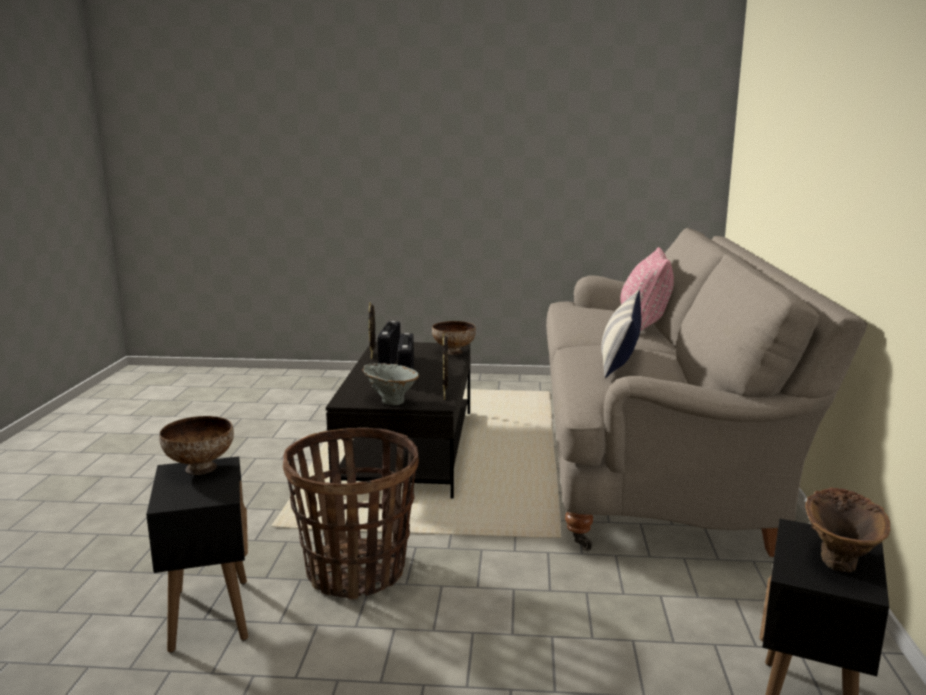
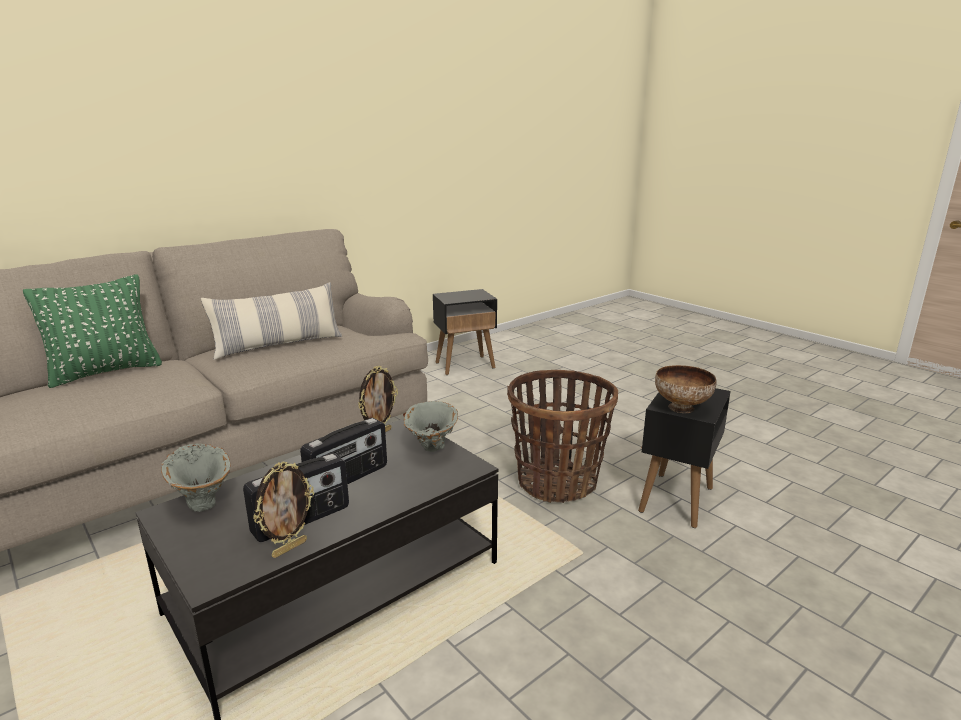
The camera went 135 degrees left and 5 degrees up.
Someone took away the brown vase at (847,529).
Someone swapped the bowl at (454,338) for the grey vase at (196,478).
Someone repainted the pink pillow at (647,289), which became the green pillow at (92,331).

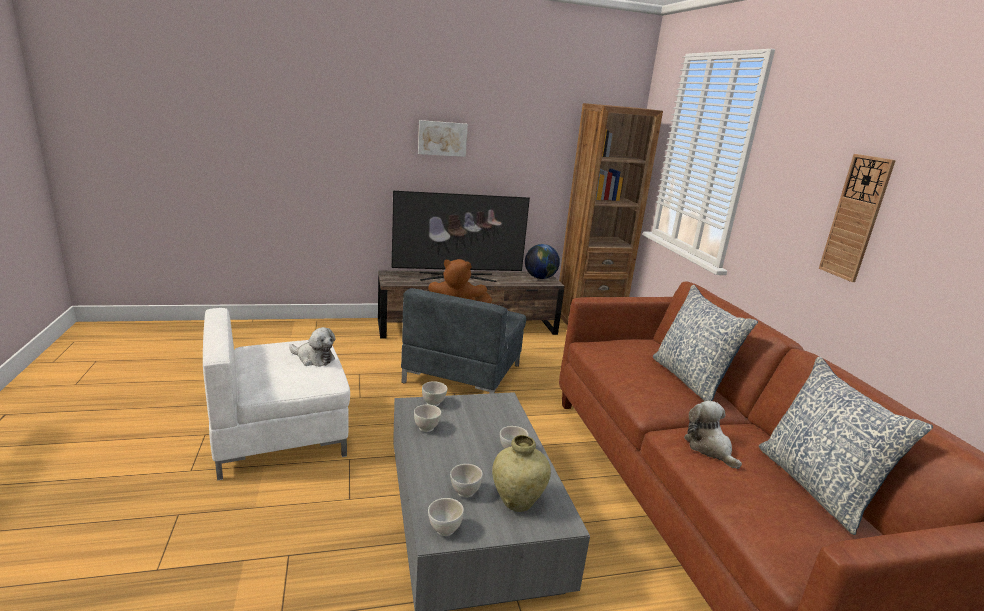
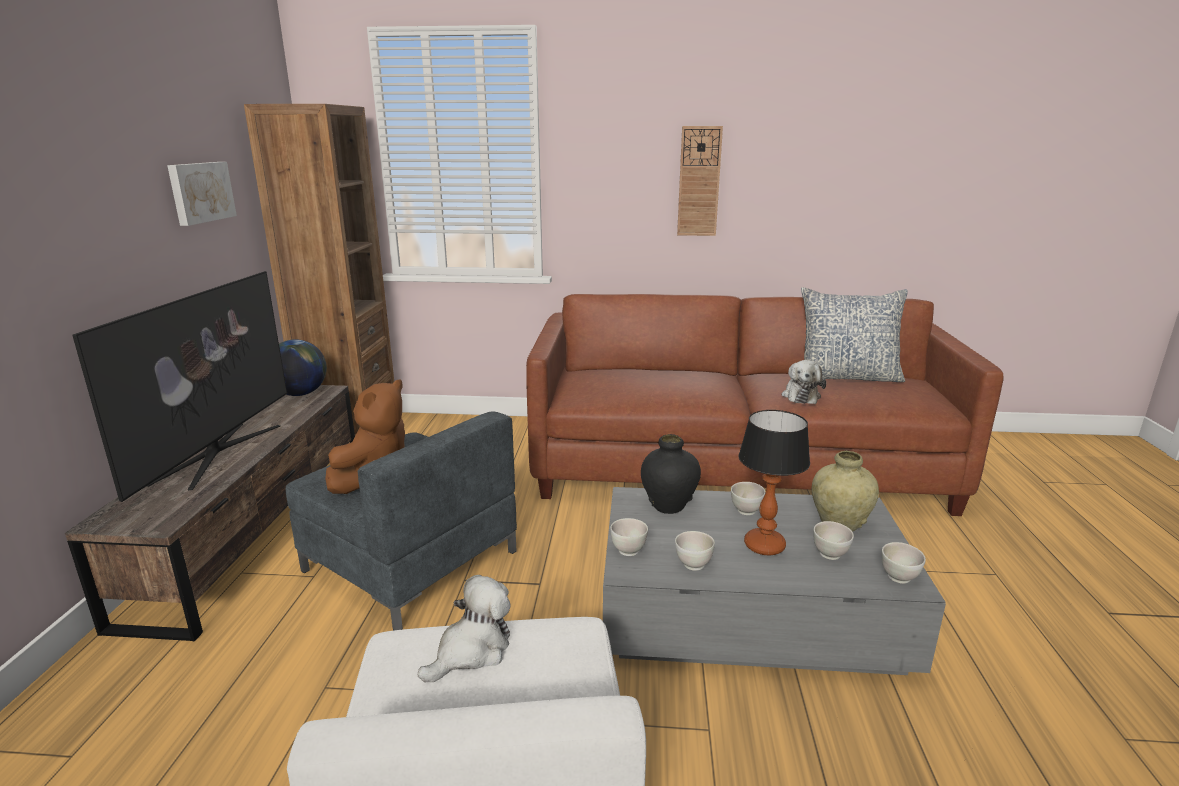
The camera went 70 degrees left and 0 degrees up.
Someone took away the pillow at (705,343).
Someone put down the black vase at (671,474).
Someone put down the table lamp at (774,483).
Someone carried the picture from (443,138) to (202,194).
Someone rotated the plush toy at (713,435) by 75 degrees counterclockwise.

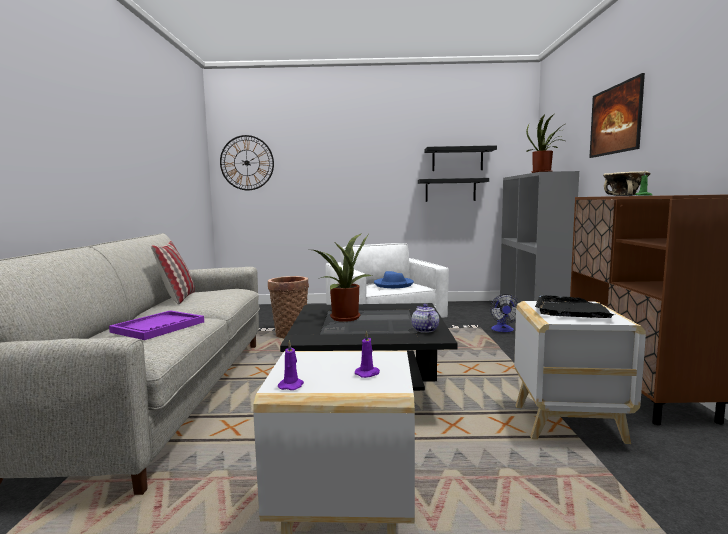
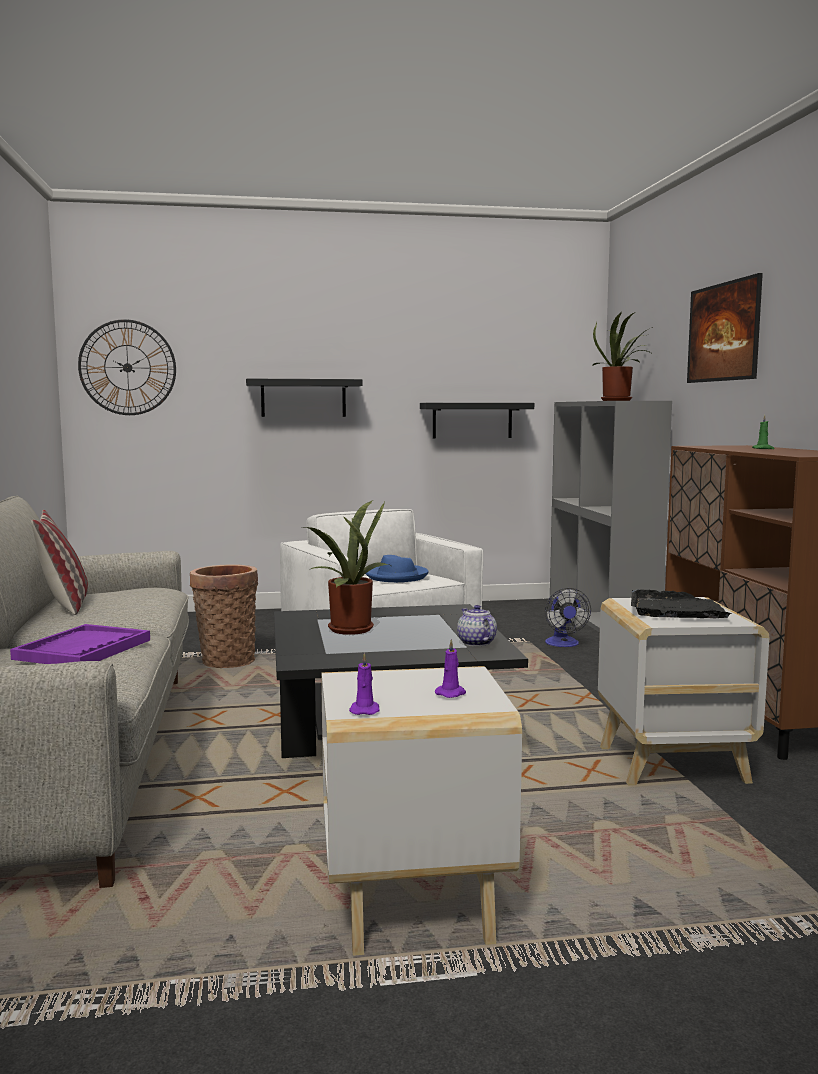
The camera went 10 degrees left and 0 degrees up.
Someone took away the beige bowl at (627,183).
Someone carried the black shelf from (460,158) to (304,398).

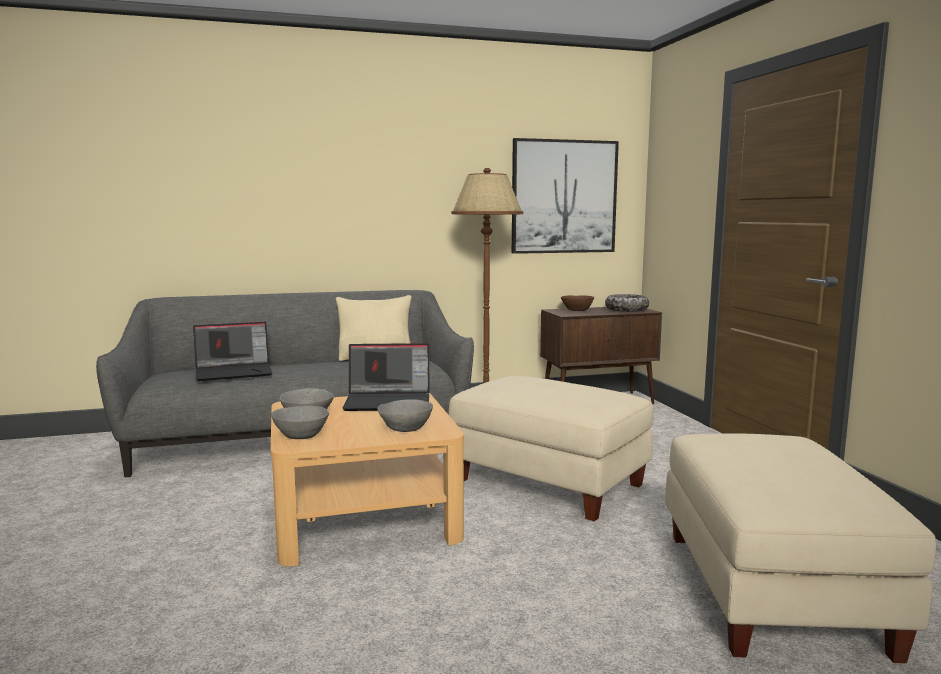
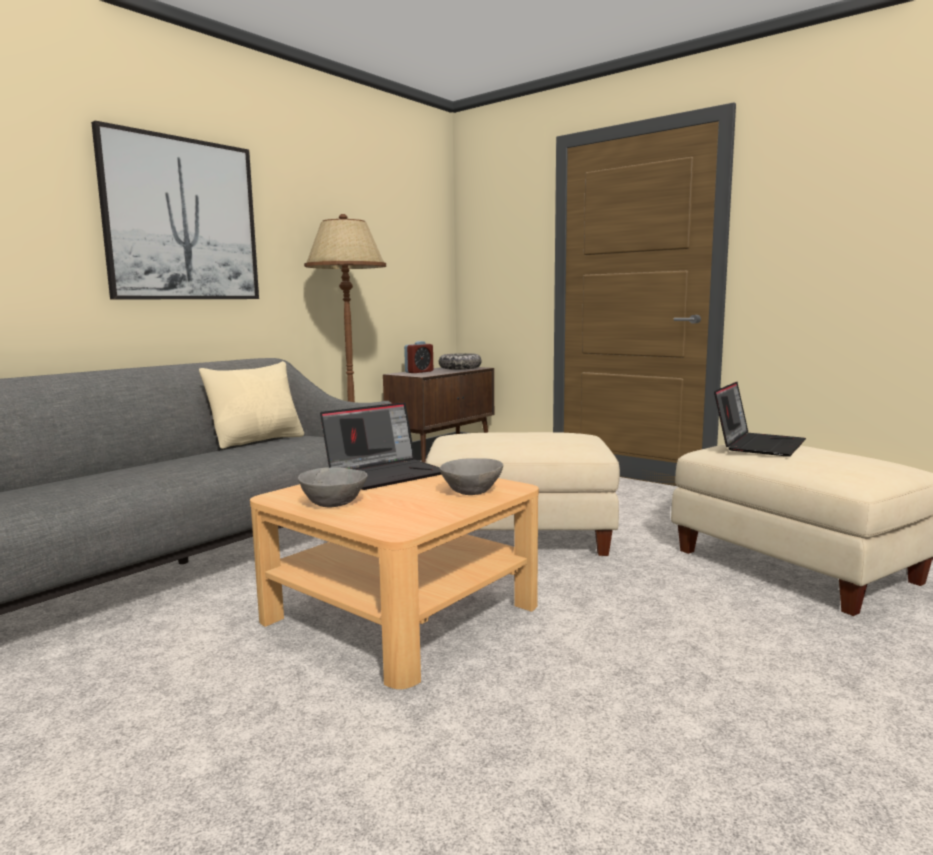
The camera went 35 degrees left and 0 degrees up.
Someone took away the grey bowl at (300,422).
Someone carried the laptop from (232,351) to (760,419).
Someone carried the picture from (565,196) to (175,210).
Someone swapped the brown bowl at (577,303) for the alarm clock at (418,357).

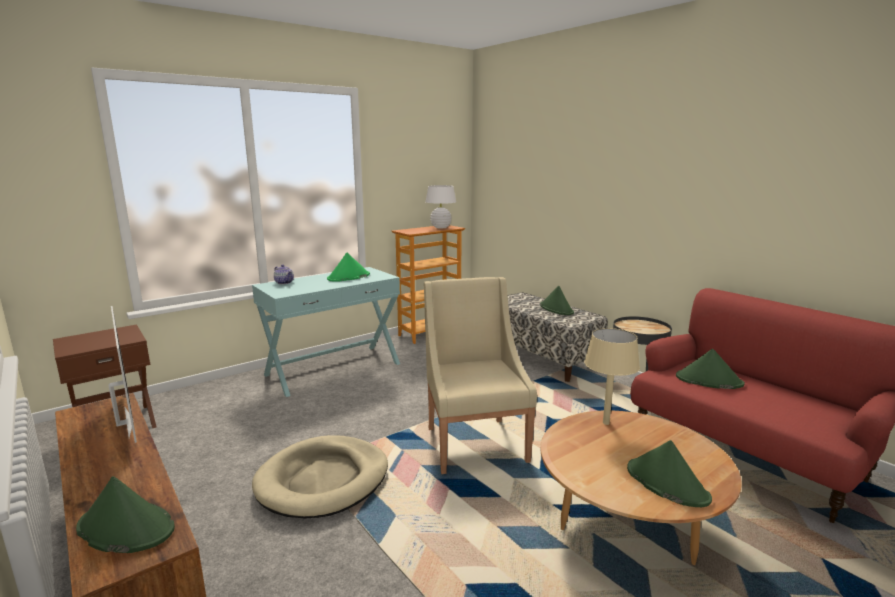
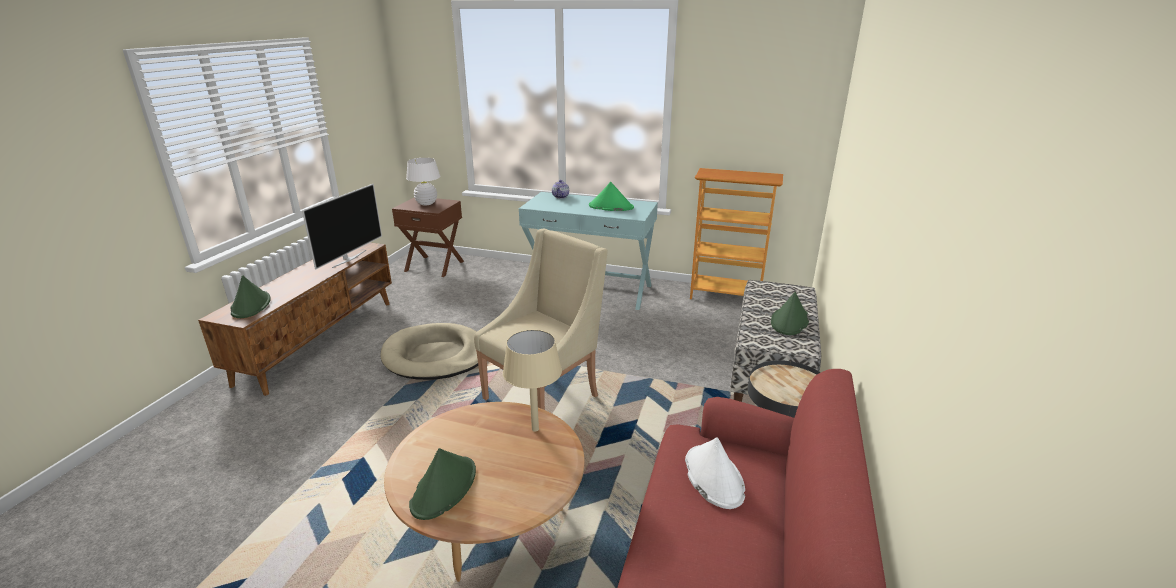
The camera went 55 degrees right and 10 degrees up.
Someone carried the white table lamp from (440,207) to (423,181).
Someone repainted the green hat at (710,369), which became the white hat at (715,473).

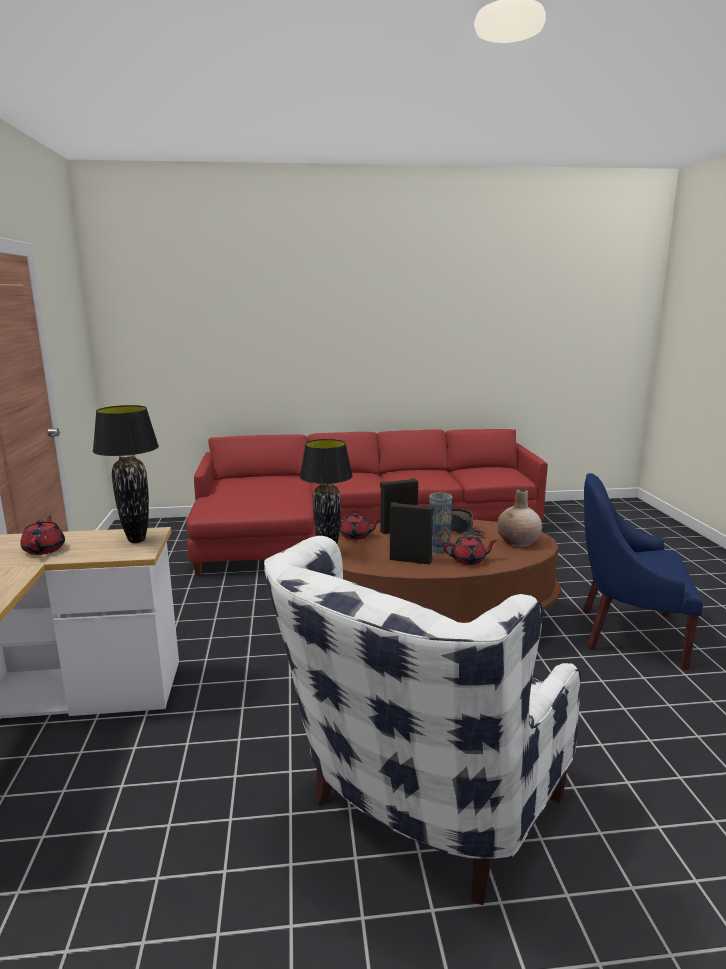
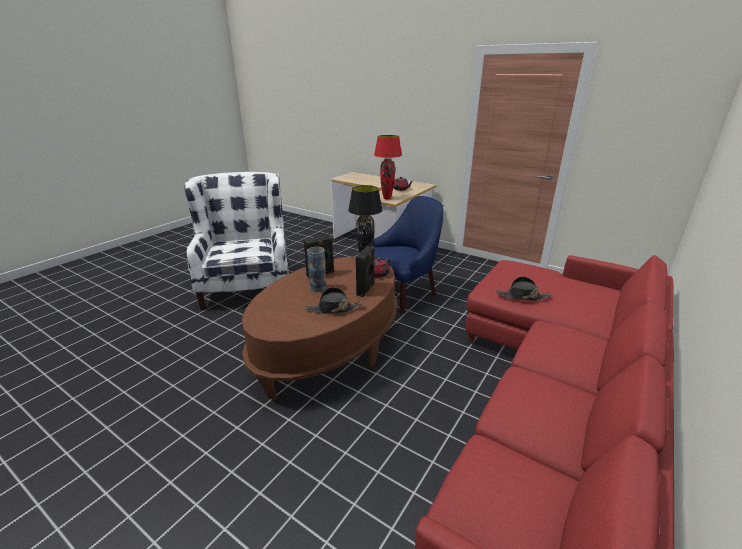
The camera went 130 degrees right and 10 degrees up.
Someone took away the red teapot at (471,550).
Someone took away the beige vase at (519,518).
Someone put down the black hat at (524,288).
Someone carried the blue armchair from (643,571) to (408,254).
Someone repainted the black table lamp at (126,474), which became the red table lamp at (388,167).

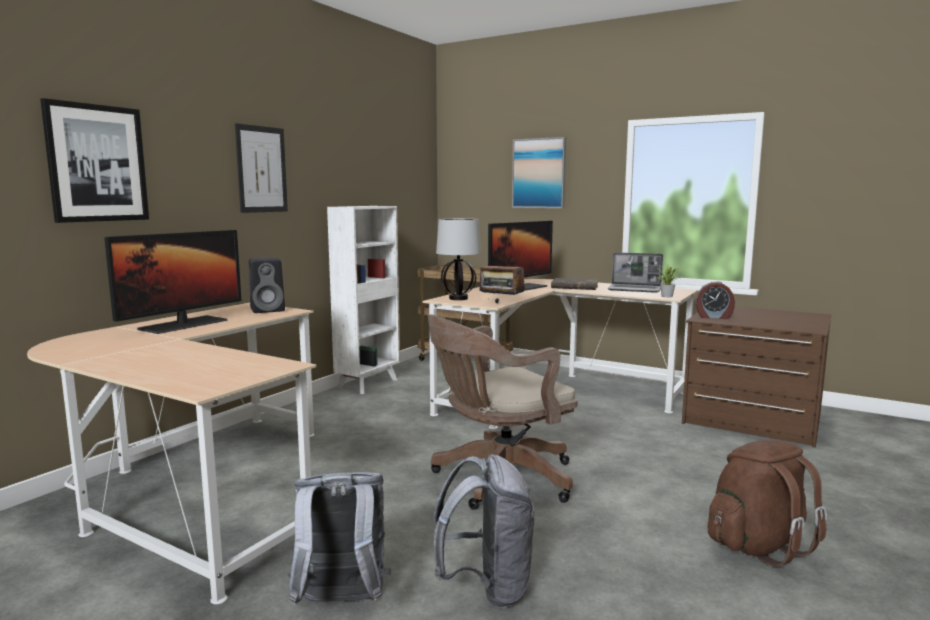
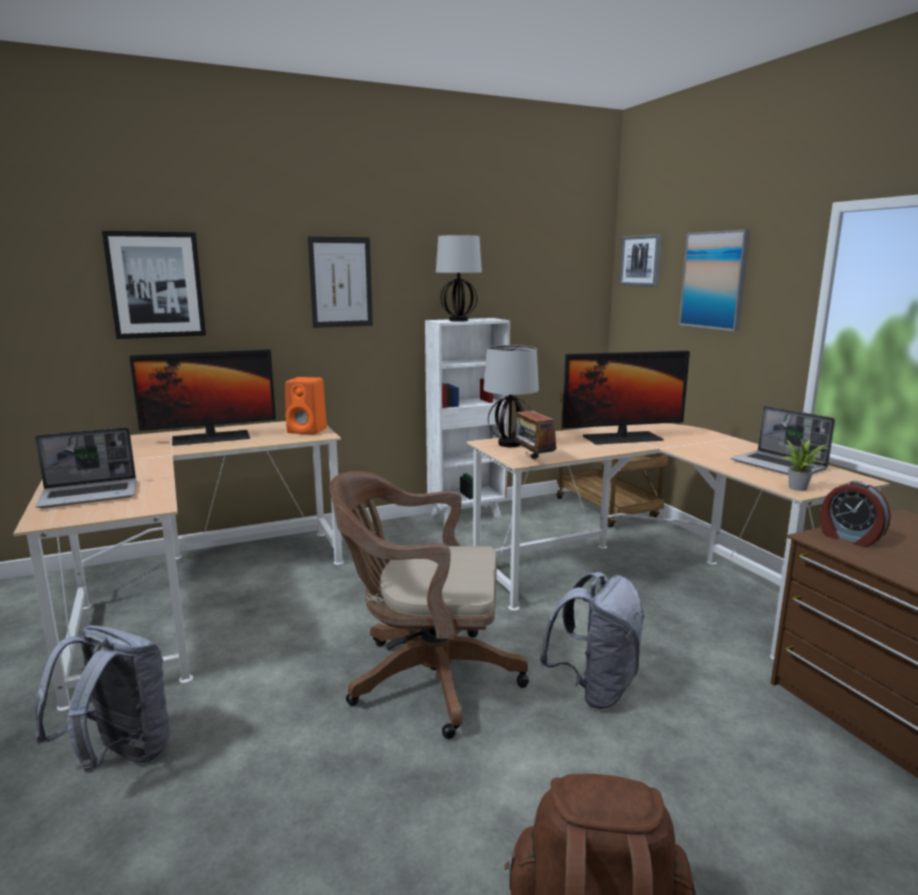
The camera went 35 degrees right and 5 degrees up.
Someone took away the brown book at (574,284).
Someone put down the laptop at (85,467).
Someone put down the table lamp at (459,278).
Someone put up the picture at (640,260).
Someone carried the grey backpack from (484,531) to (592,640).
Someone repainted the black speaker at (267,285), which became the orange speaker at (306,405).

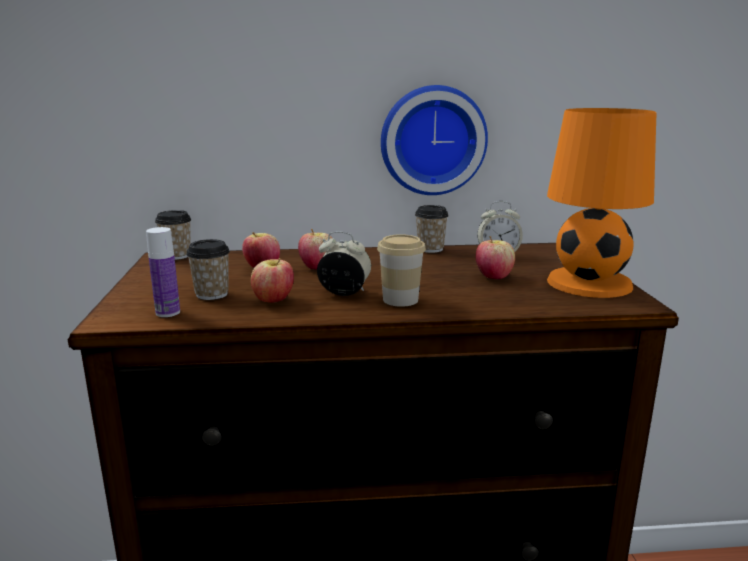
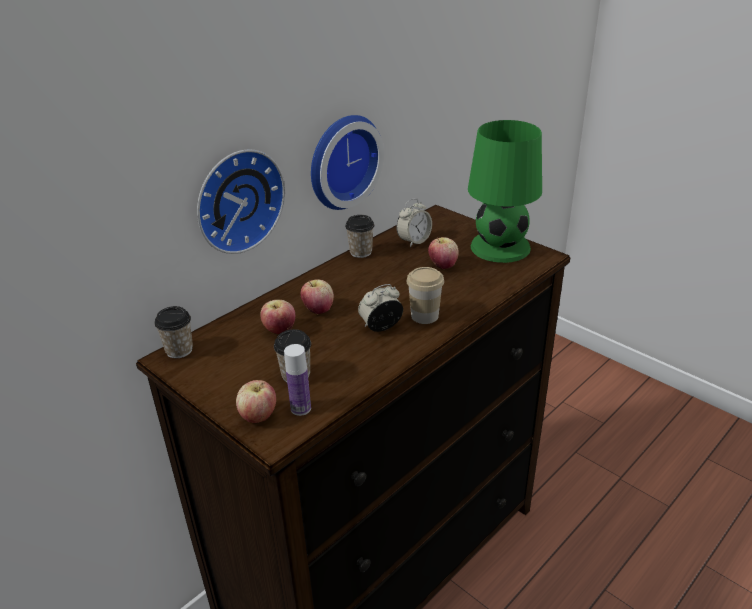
The camera went 40 degrees left and 15 degrees up.
Someone put up the wall clock at (241,201).
Someone carried the apple from (272,280) to (256,401).
Someone repainted the orange table lamp at (601,203), which became the green table lamp at (505,191).

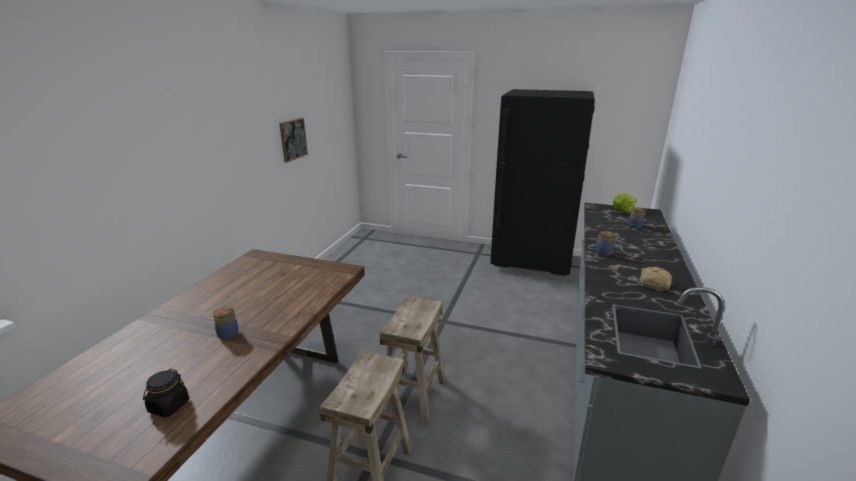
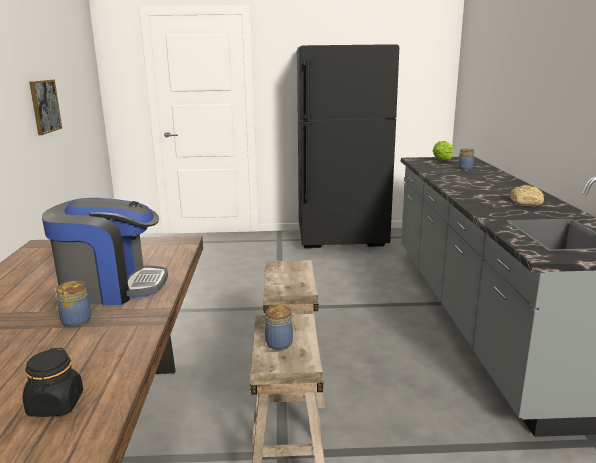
The camera went 20 degrees left and 5 degrees down.
Someone put down the coffee machine at (105,251).
Someone carried the jar from (606,243) to (280,327).

